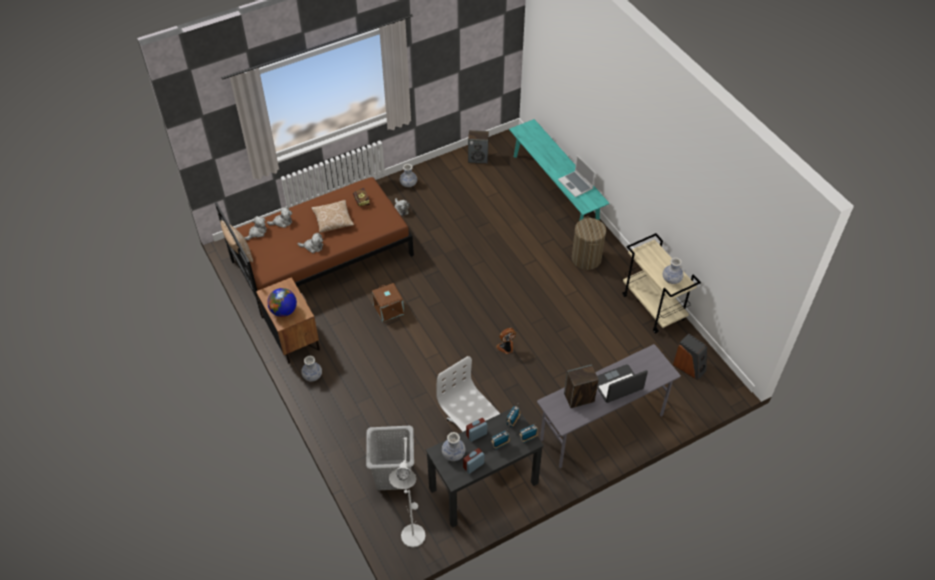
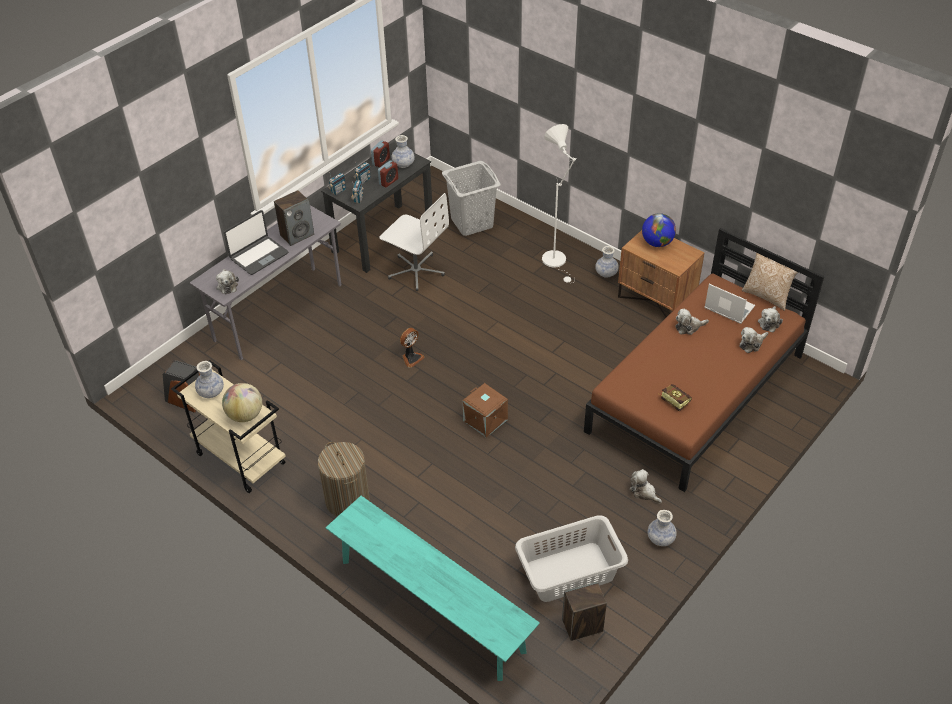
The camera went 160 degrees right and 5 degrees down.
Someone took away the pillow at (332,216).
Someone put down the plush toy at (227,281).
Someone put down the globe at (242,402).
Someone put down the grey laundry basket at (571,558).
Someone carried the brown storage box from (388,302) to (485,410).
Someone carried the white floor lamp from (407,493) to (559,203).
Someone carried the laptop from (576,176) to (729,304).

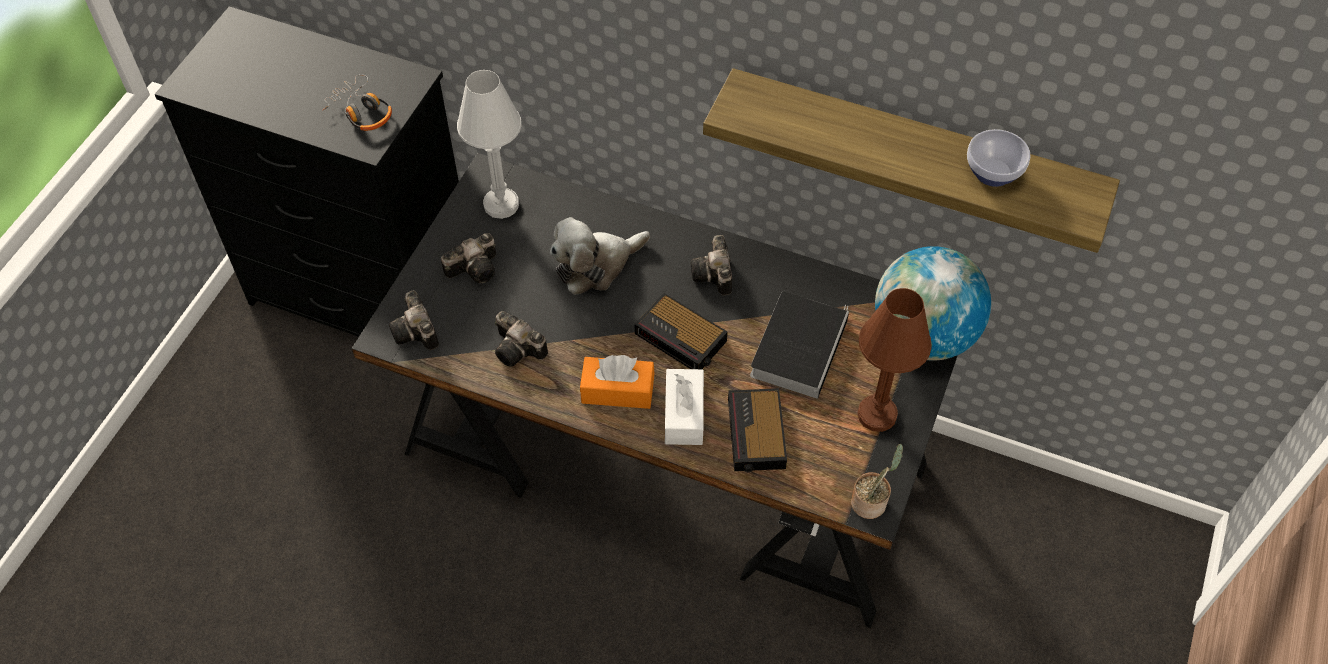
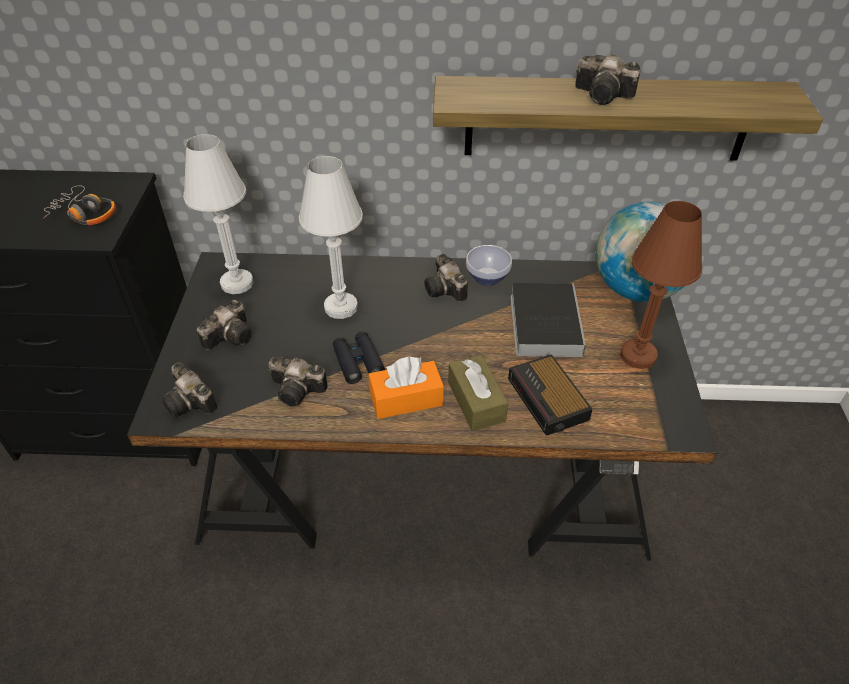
The camera went 20 degrees left and 10 degrees down.
Someone took away the alarm clock at (681,331).
Someone took away the potted plant at (877,481).
Someone put down the black binoculars at (359,358).
Someone put down the photo camera at (608,79).
Someone carried the bowl from (998,158) to (489,265).
Someone swapped the plush toy at (600,256) for the white table lamp at (331,237).
Someone repainted the white tissue box at (684,407), which became the brown tissue box at (478,393).

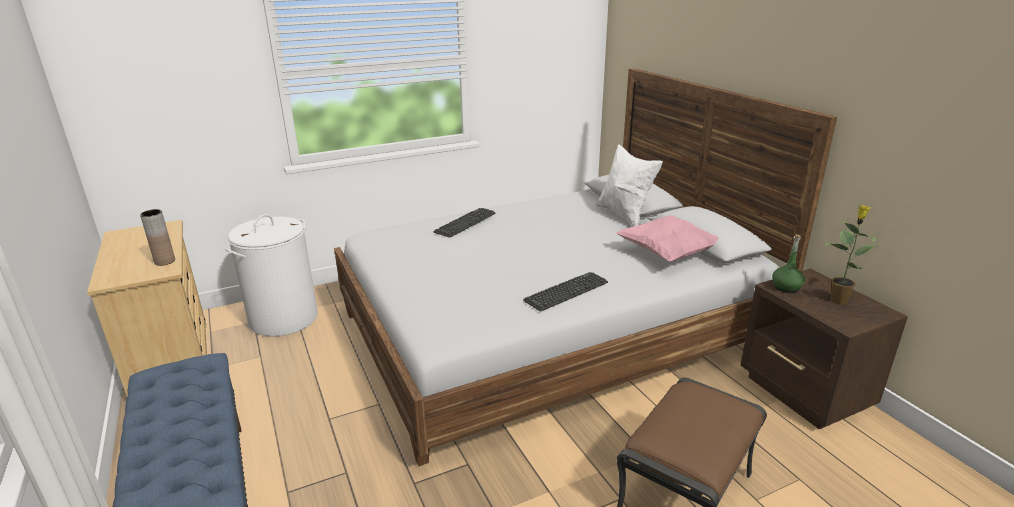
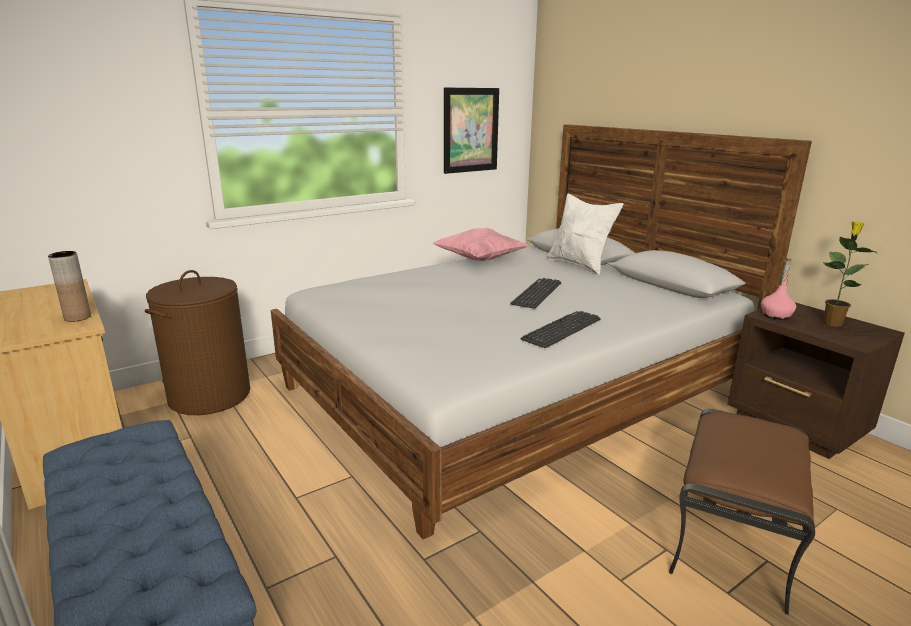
The camera went 10 degrees left and 5 degrees down.
Someone put up the picture at (471,130).
Someone carried the keyboard from (464,222) to (535,293).
Someone carried the pink pillow from (667,238) to (480,244).
Someone repainted the white laundry basket at (271,275), which became the brown laundry basket at (197,342).
Someone repainted the green bottle at (788,263), which became the pink bottle at (778,289).

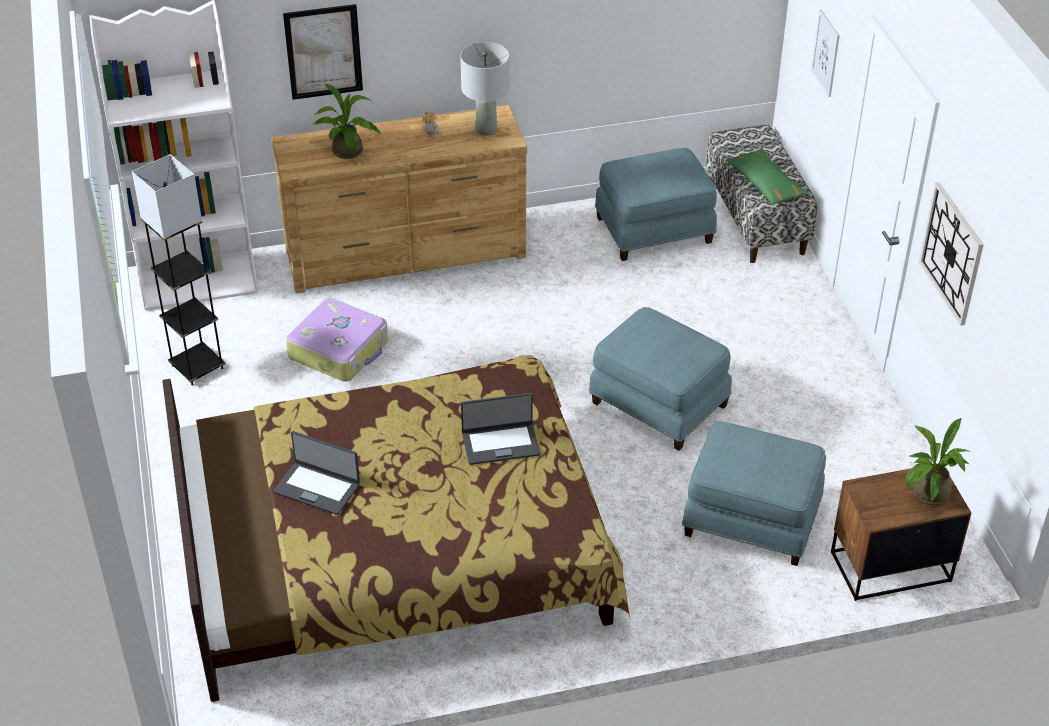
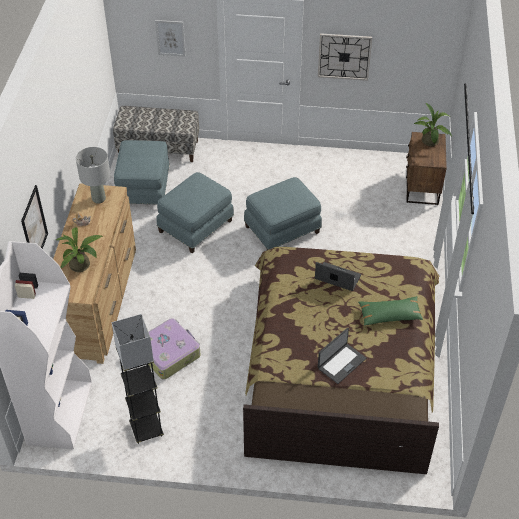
The camera went 70 degrees left and 5 degrees up.
Someone carried the blue ottoman from (754,493) to (195,212).
Someone carried the green pillow from (767,176) to (390,311).
Someone rotated the laptop at (500,429) by 75 degrees counterclockwise.

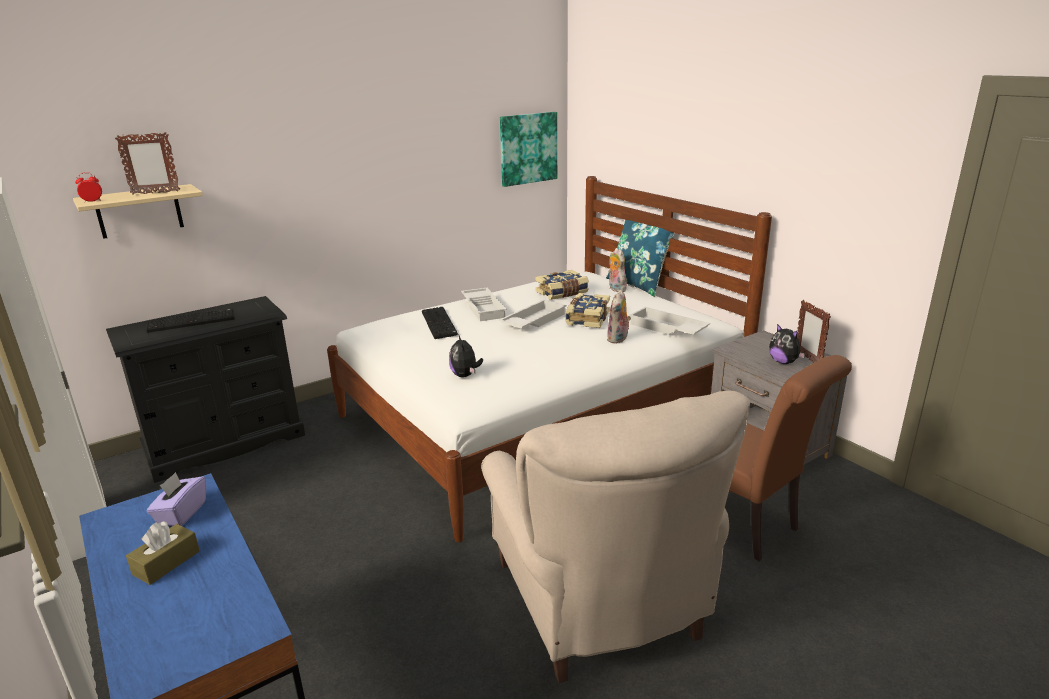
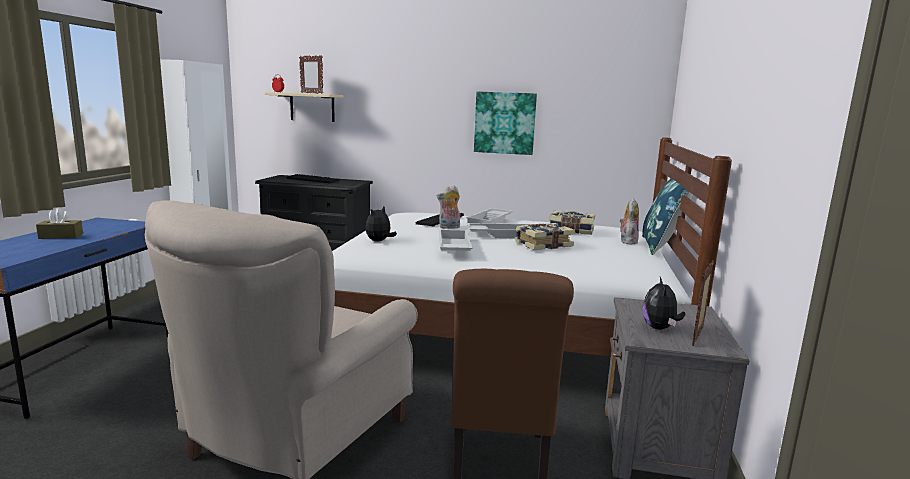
The camera went 45 degrees right and 10 degrees down.
Someone took away the purple tissue box at (176,499).
Someone carried the picture from (528,149) to (505,123).
Someone carried the plush toy from (619,317) to (448,207).
Someone carried the white tray from (669,321) to (455,240).

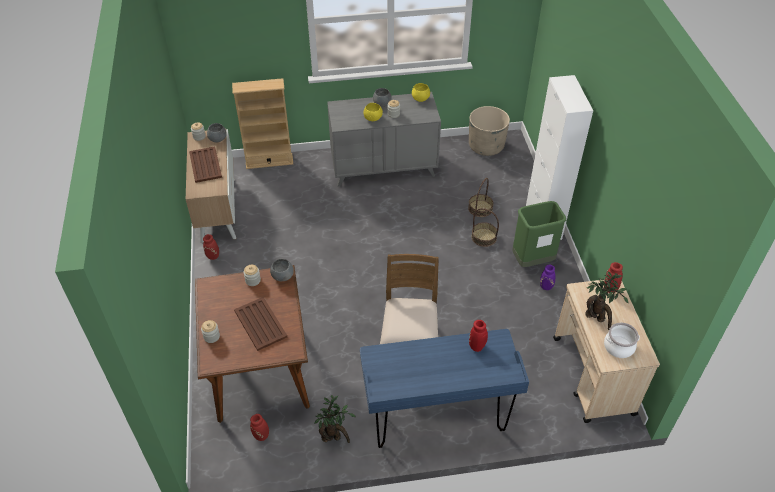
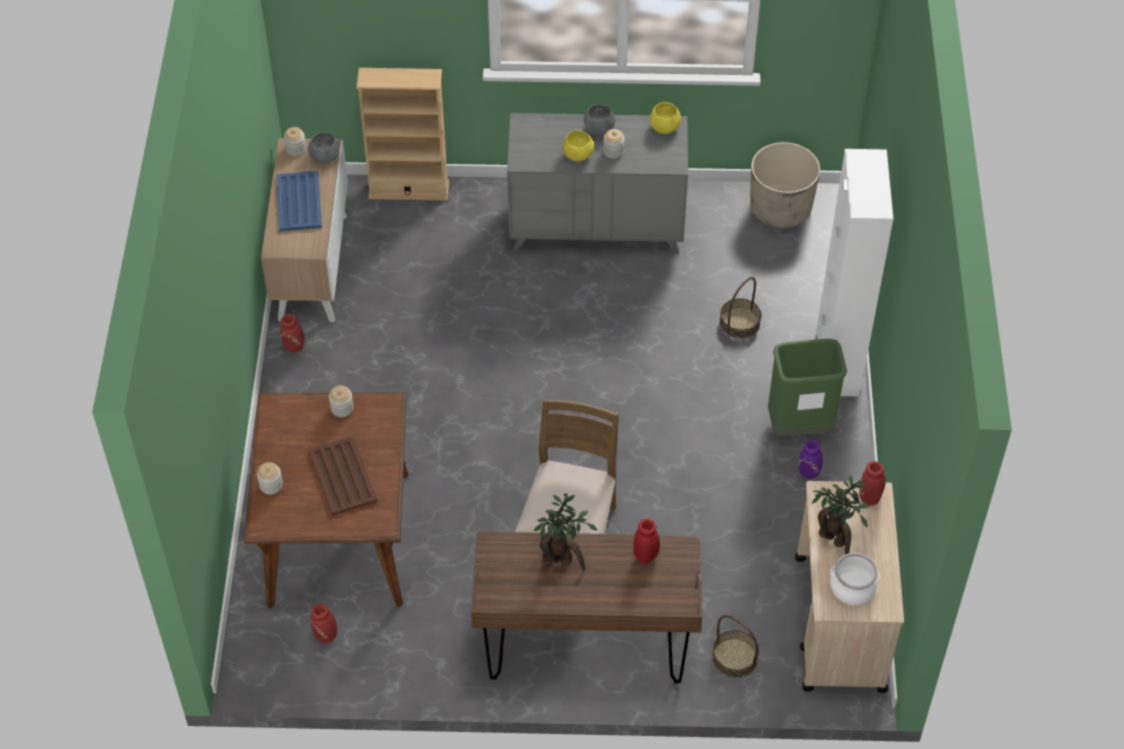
The camera went 10 degrees right and 5 degrees up.
Someone took away the grey bowl at (282,270).
Someone carried the potted plant from (335,419) to (566,532).
Someone carried the basket from (485,227) to (735,646).
Someone repainted the brown tray at (205,164), which became the blue tray at (299,201).
Someone repainted the blue desk at (444,388), which became the brown desk at (586,607).

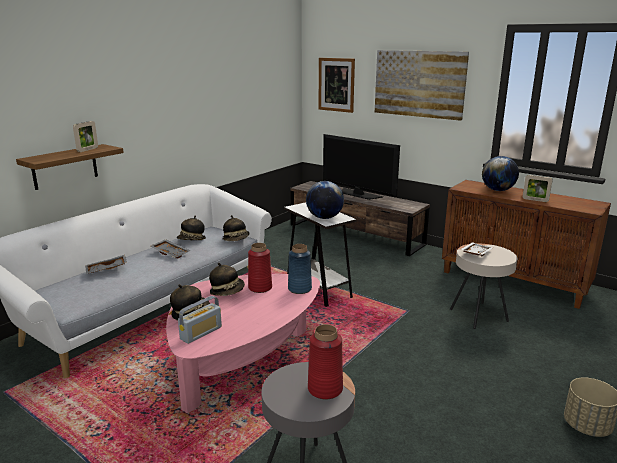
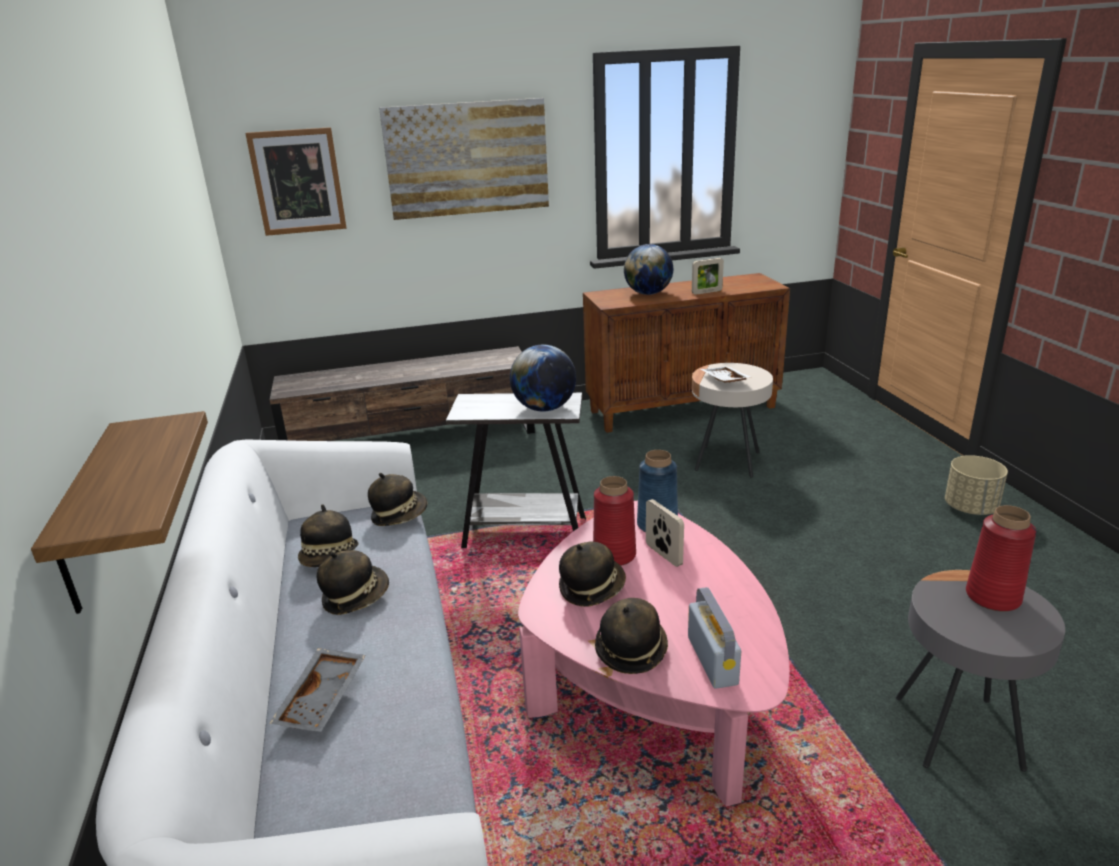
The camera went 50 degrees left and 5 degrees up.
Someone took away the television at (361,167).
Someone carried the picture frame from (85,136) to (665,533).
Someone swapped the grey tray at (171,248) for the hat at (353,582).

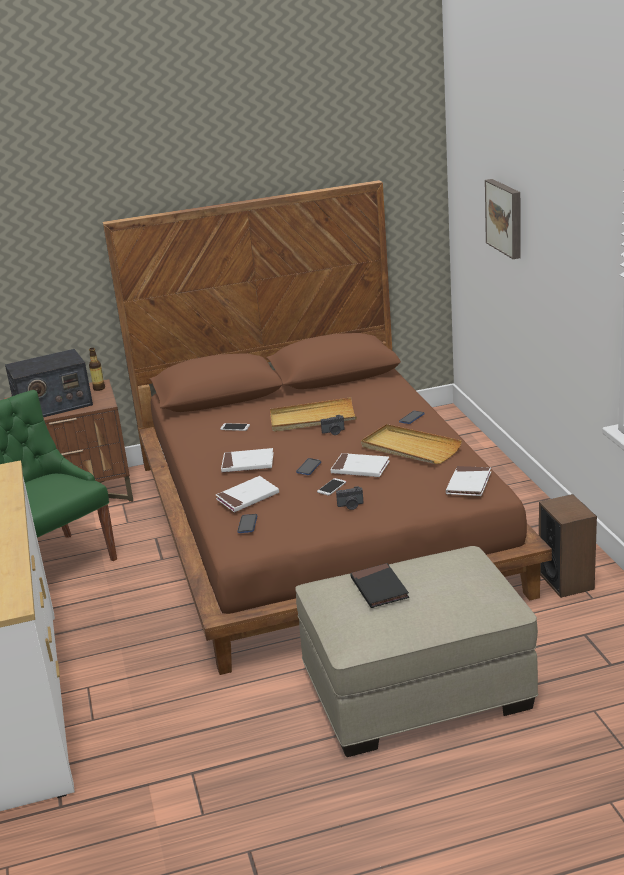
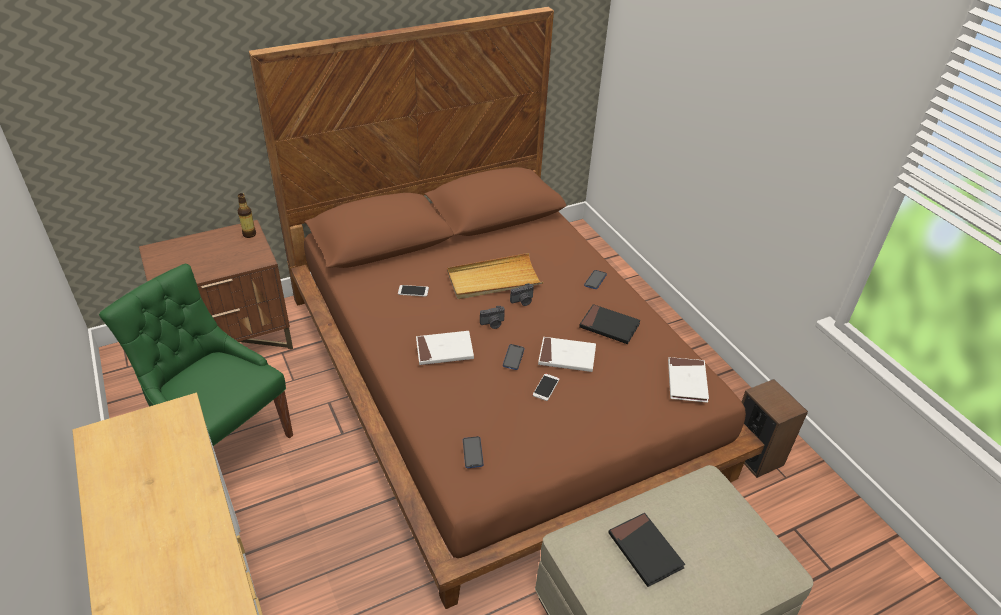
The camera went 15 degrees left and 15 degrees up.
Someone took away the radio at (49,383).
Someone took away the white book at (247,494).
Someone took away the picture at (503,219).
Someone carried the photo camera from (349,498) to (492,317).
Someone swapped the beige tray at (411,444) for the black book at (609,324).

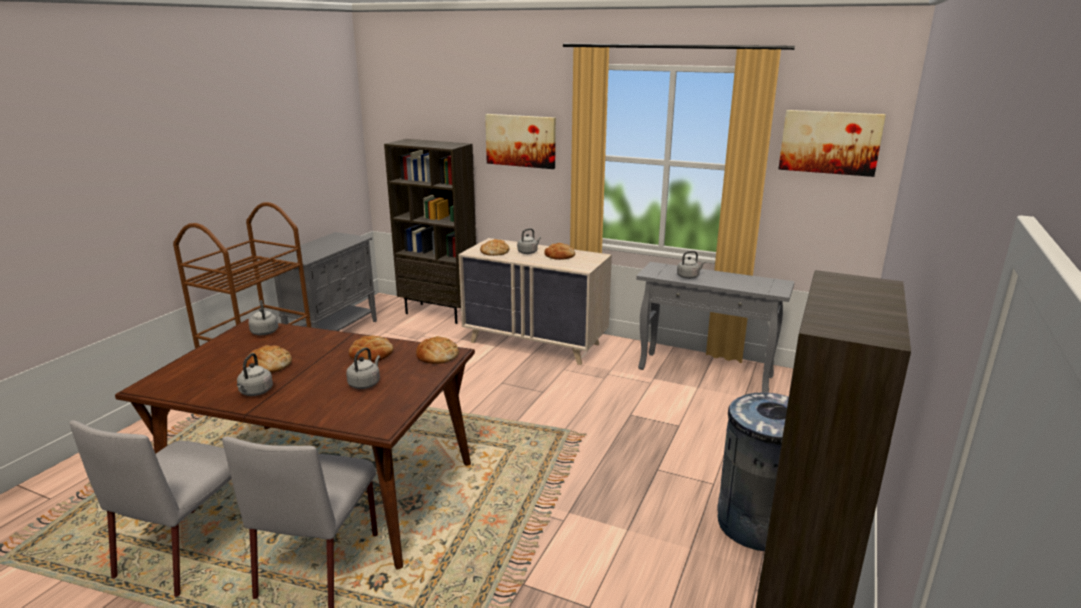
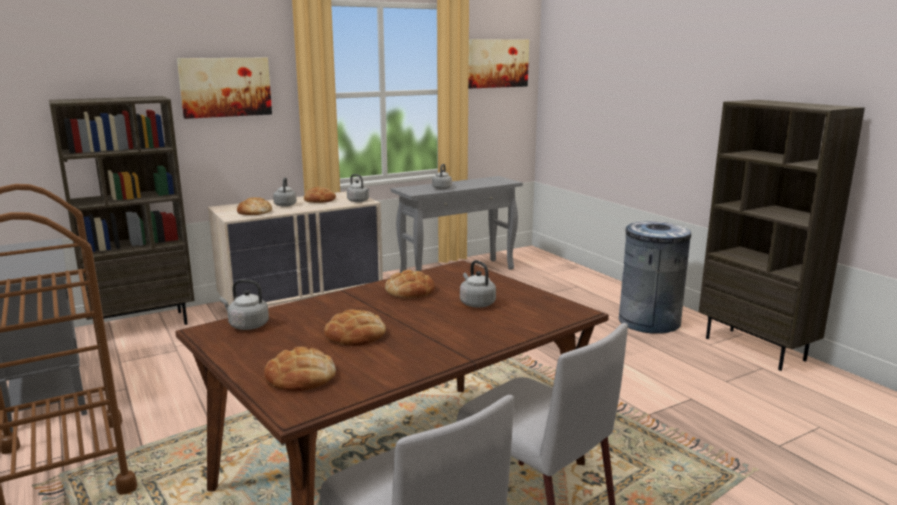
The camera went 55 degrees left and 5 degrees down.
Someone carried the grey kettle from (255,374) to (358,188).
Someone carried the bread from (437,350) to (300,369).

